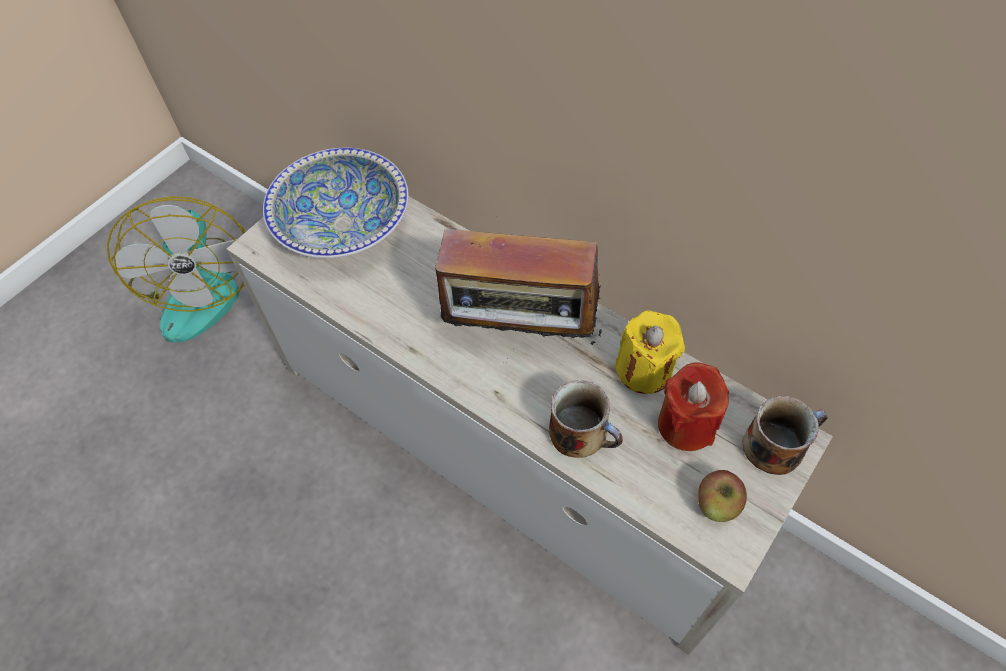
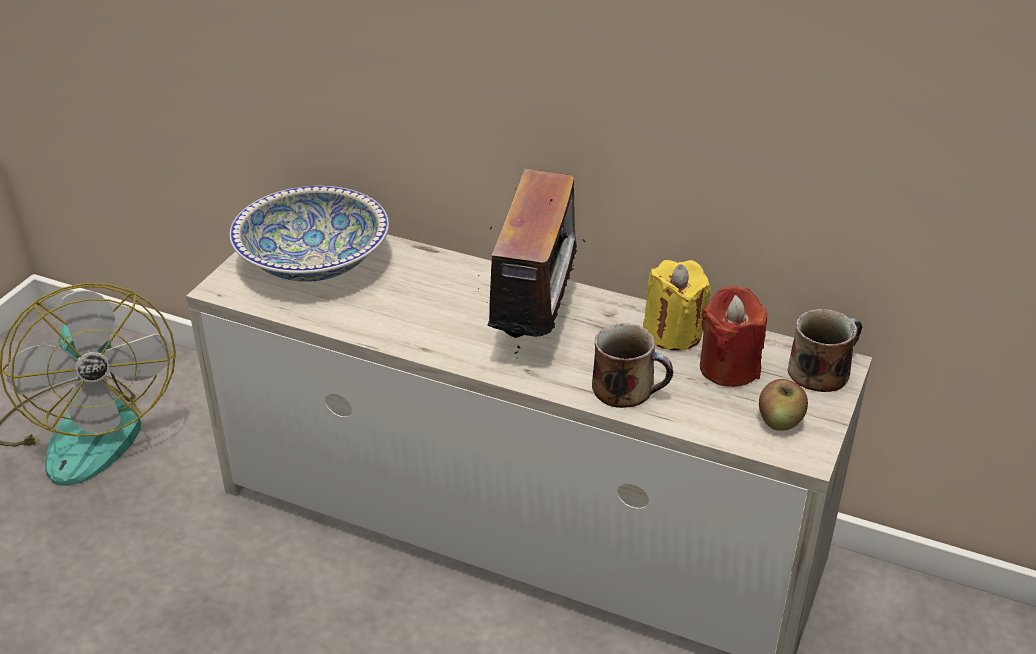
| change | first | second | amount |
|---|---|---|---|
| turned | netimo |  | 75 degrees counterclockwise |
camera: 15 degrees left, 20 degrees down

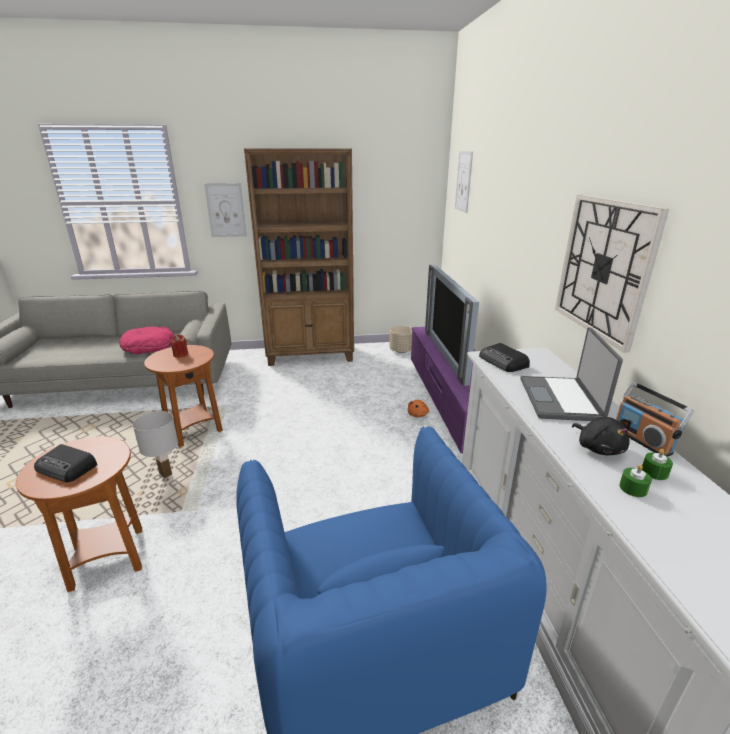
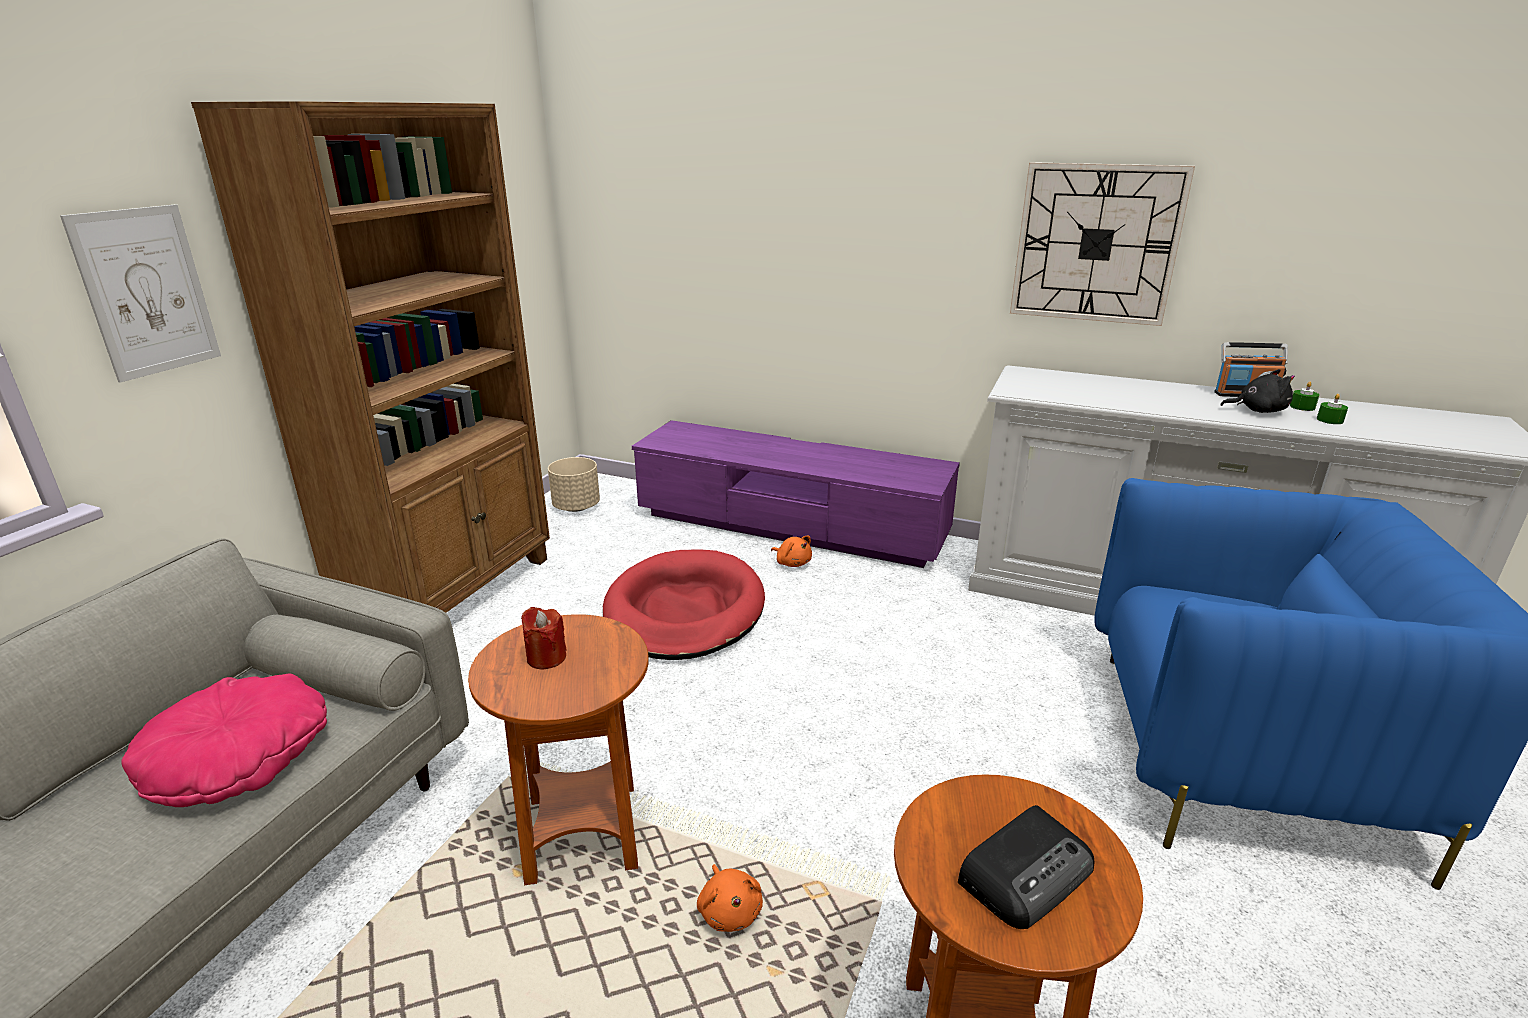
| change | first | second | amount |
|---|---|---|---|
| removed | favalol (2nd from left) |  |  |
| removed | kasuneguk |  |  |
| removed | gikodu |  |  |
| removed | netimo (2nd from left) |  |  |
| replaced | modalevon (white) | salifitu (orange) (1st from left) |  |
| added |  | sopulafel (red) |  |
camera: 60 degrees left, 0 degrees up

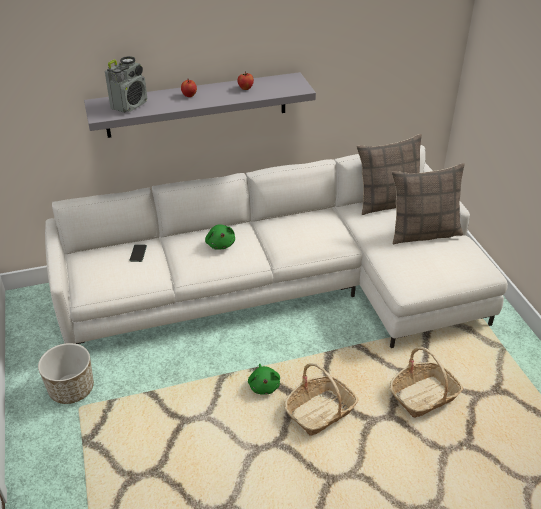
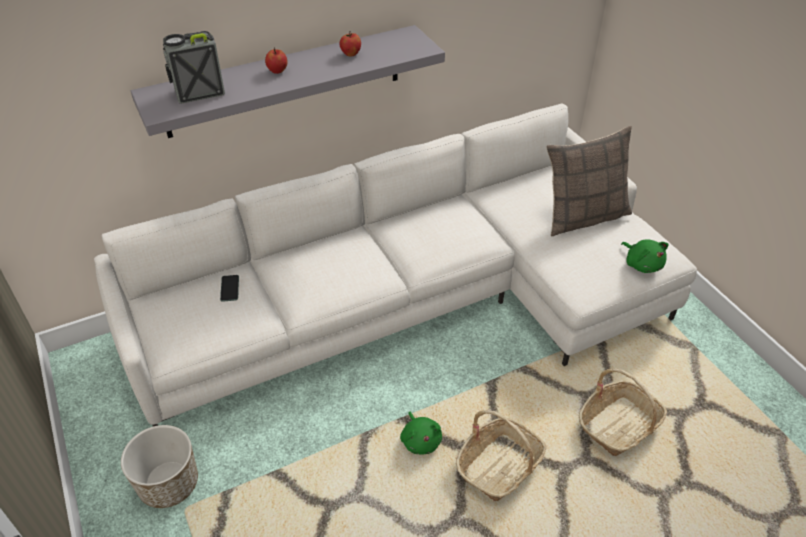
| change | first | second | amount |
|---|---|---|---|
| turned | netimo |  | 135 degrees counterclockwise |
| removed | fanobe (1st from left) |  |  |
| moved | salifitu (green) (1st from left in the first image) | salifitu (green) (2nd from left) |  |
camera: 10 degrees left, 5 degrees up

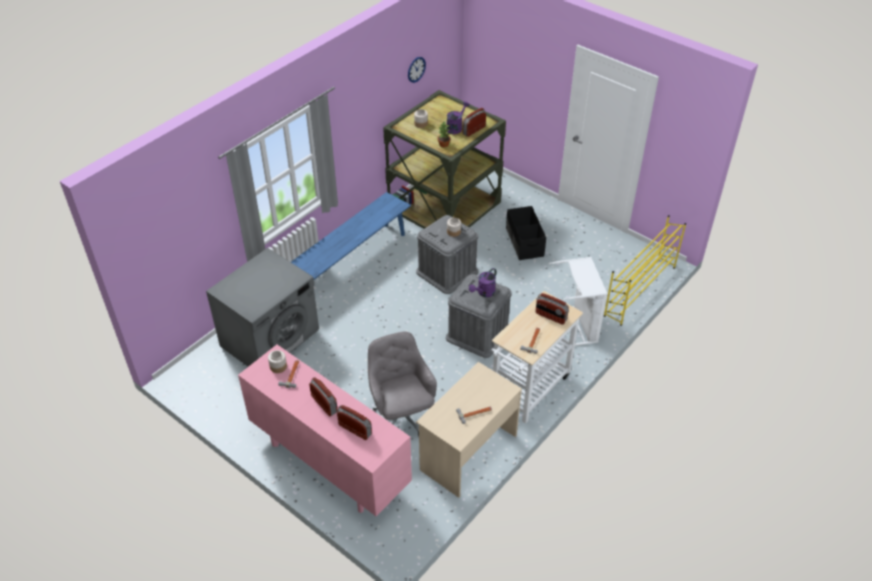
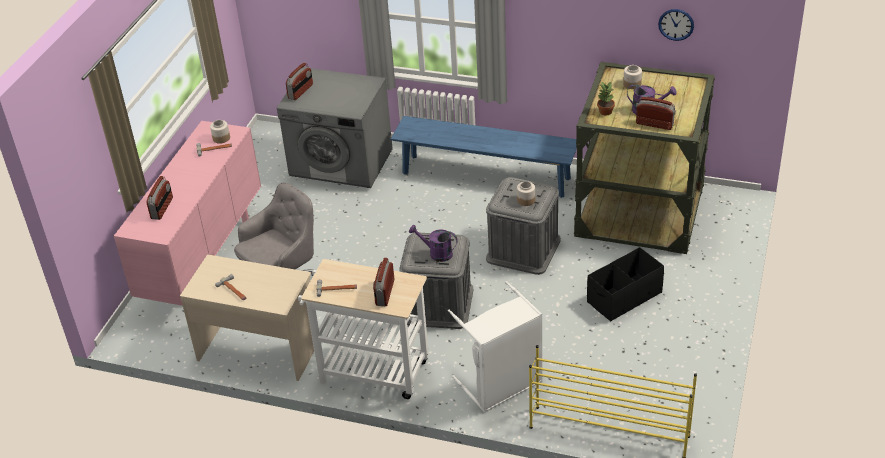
| change | first | second | amount |
|---|---|---|---|
| moved | netimo (1st from left in the first image) | netimo (2nd from left) |  |
camera: 70 degrees right, 5 degrees down

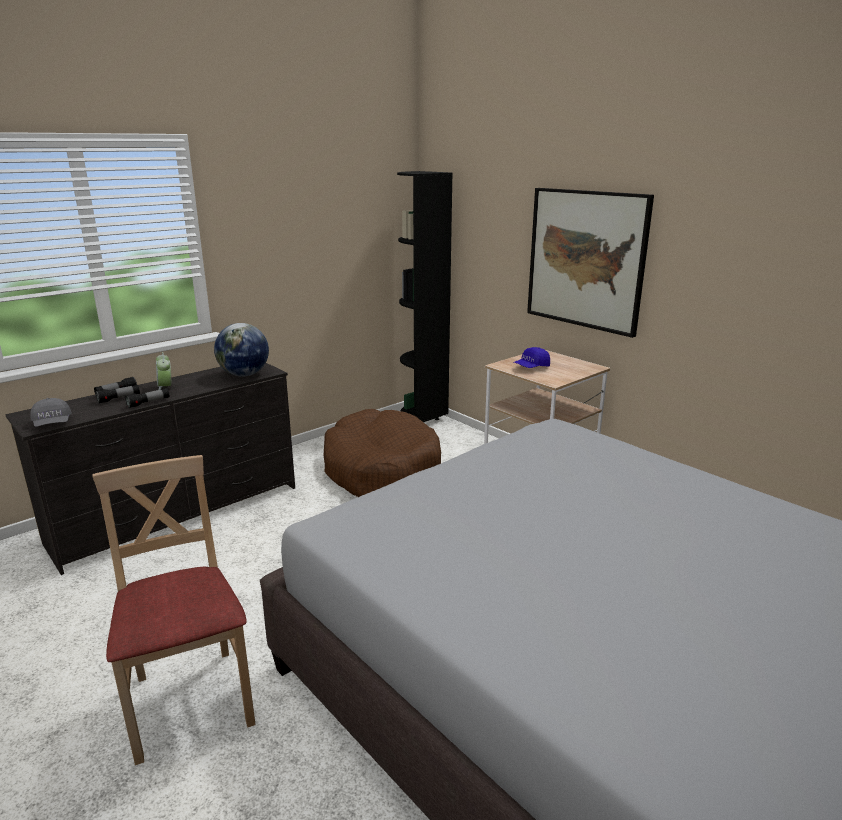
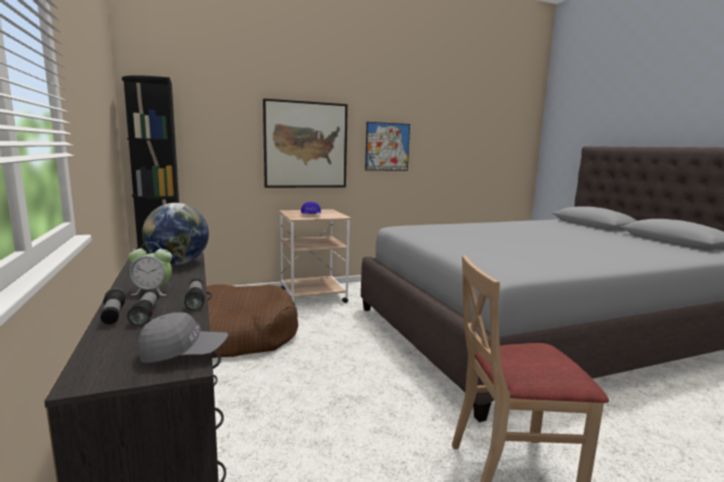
| change | first | second | amount |
|---|---|---|---|
| added |  | favalol (2nd from left) |  |
camera: 70 degrees left, 10 degrees down

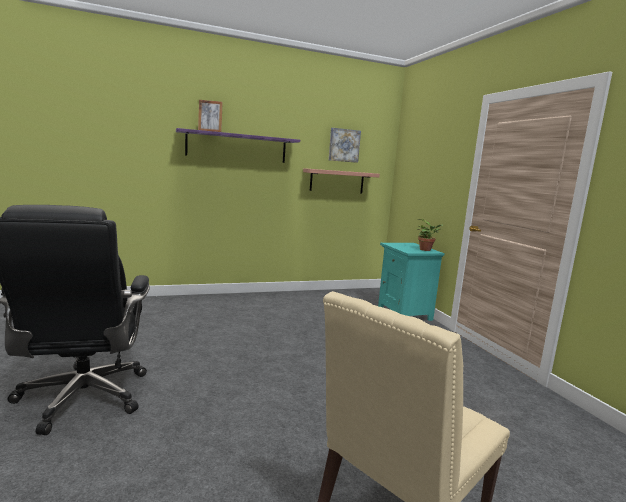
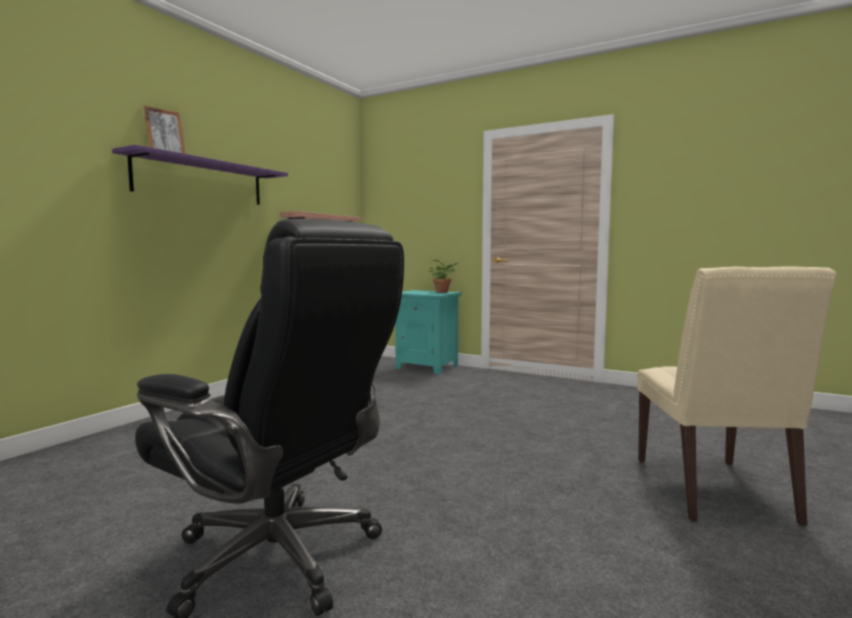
| change | first | second | amount |
|---|---|---|---|
| removed | favalol |  |  |
camera: 40 degrees left, 5 degrees down

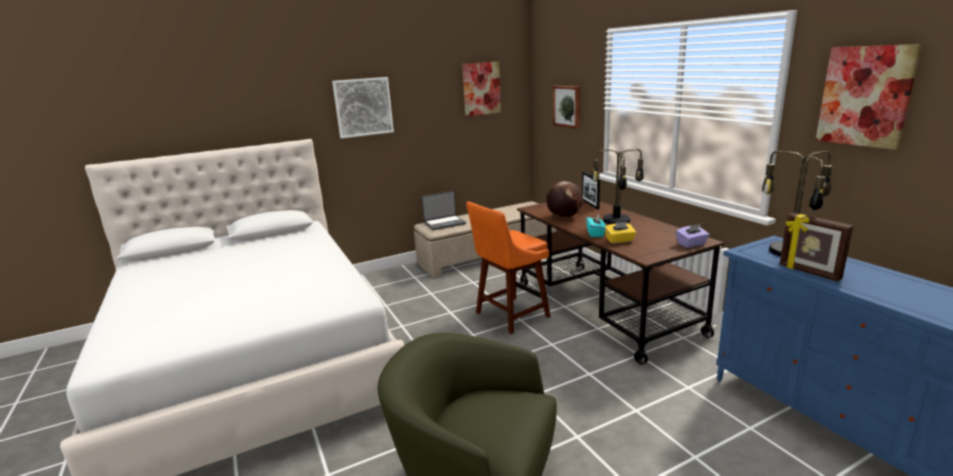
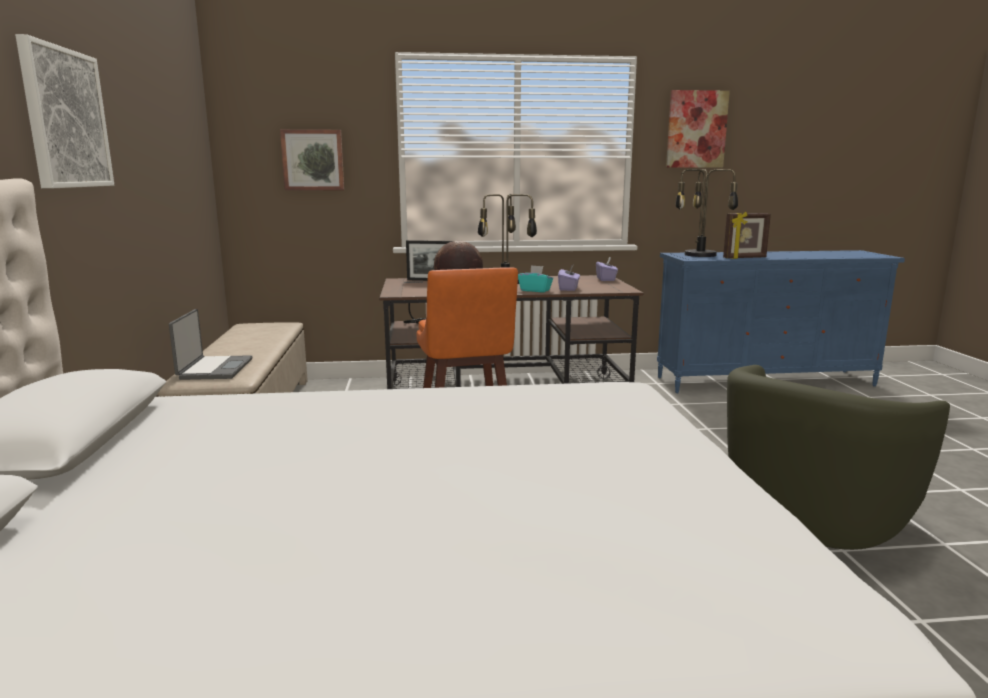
| change | first | second | amount |
|---|---|---|---|
| removed | favalol (2nd from left) |  |  |
| recoloured | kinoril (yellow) | kinoril (purple) (1st from left) |  |
camera: 70 degrees left, 5 degrees down

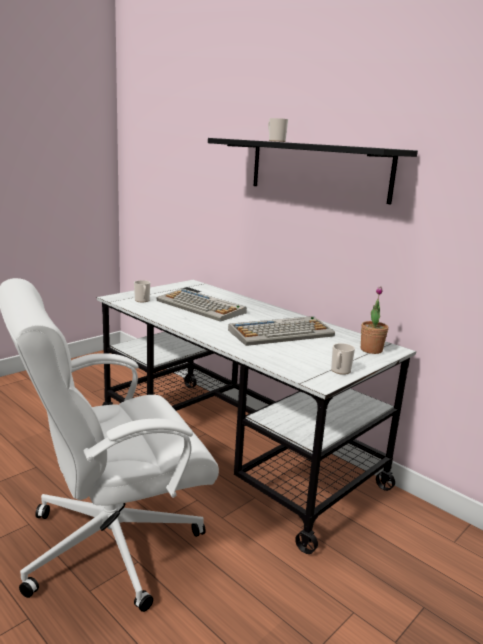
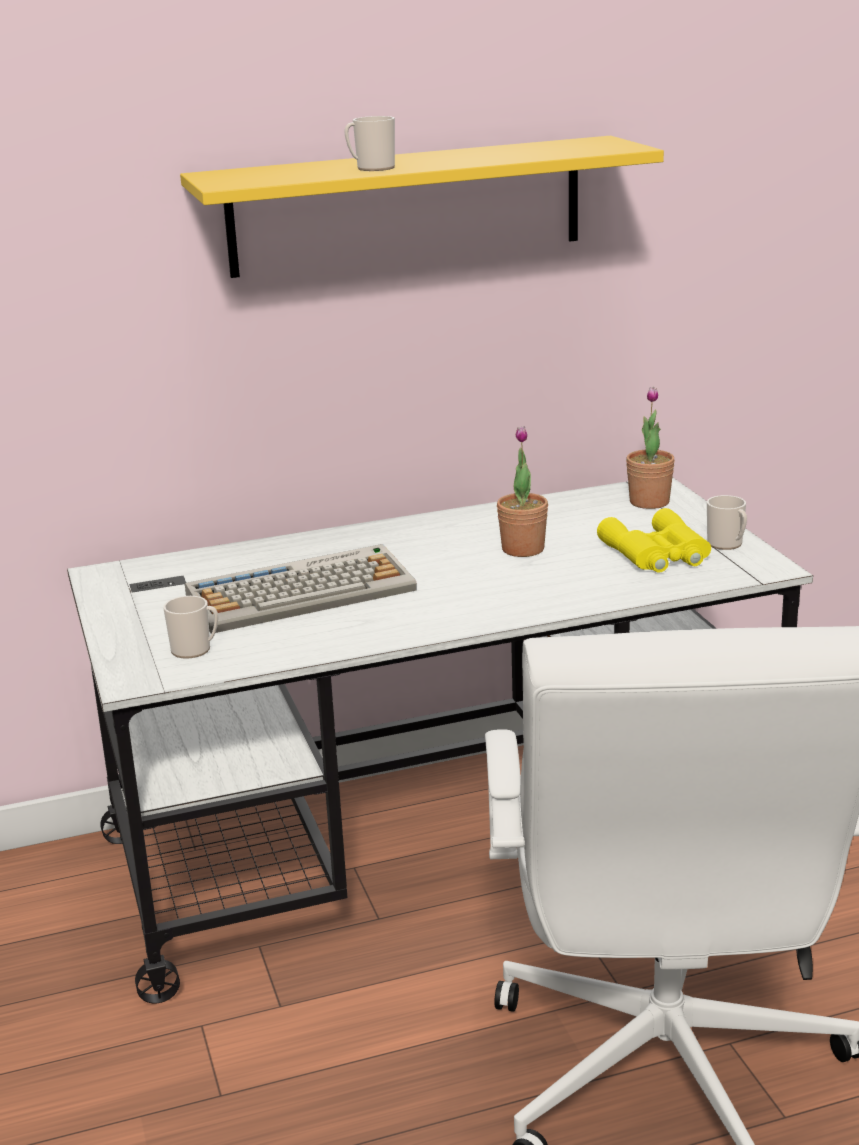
| change | first | second | amount |
|---|---|---|---|
| recoloured | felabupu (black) | felabupu (yellow) |  |
| replaced | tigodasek (2nd from left) | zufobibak (1st from left) |  |
| added |  | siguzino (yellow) |  |
camera: 60 degrees left, 5 degrees up

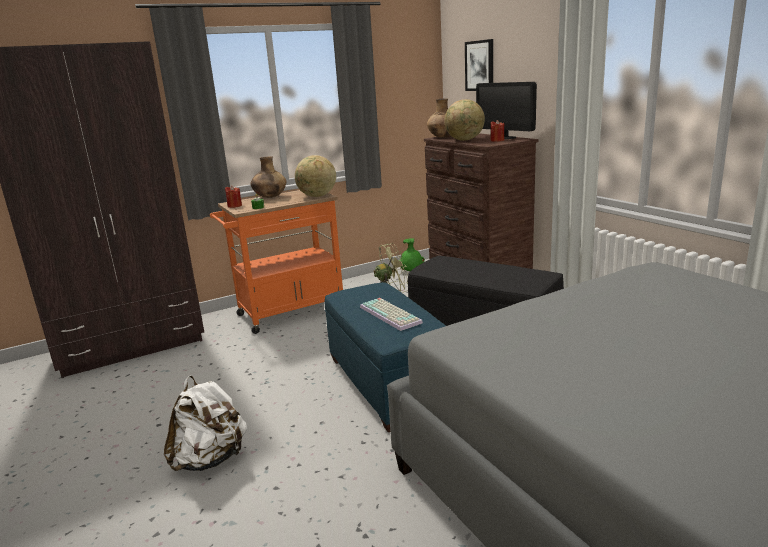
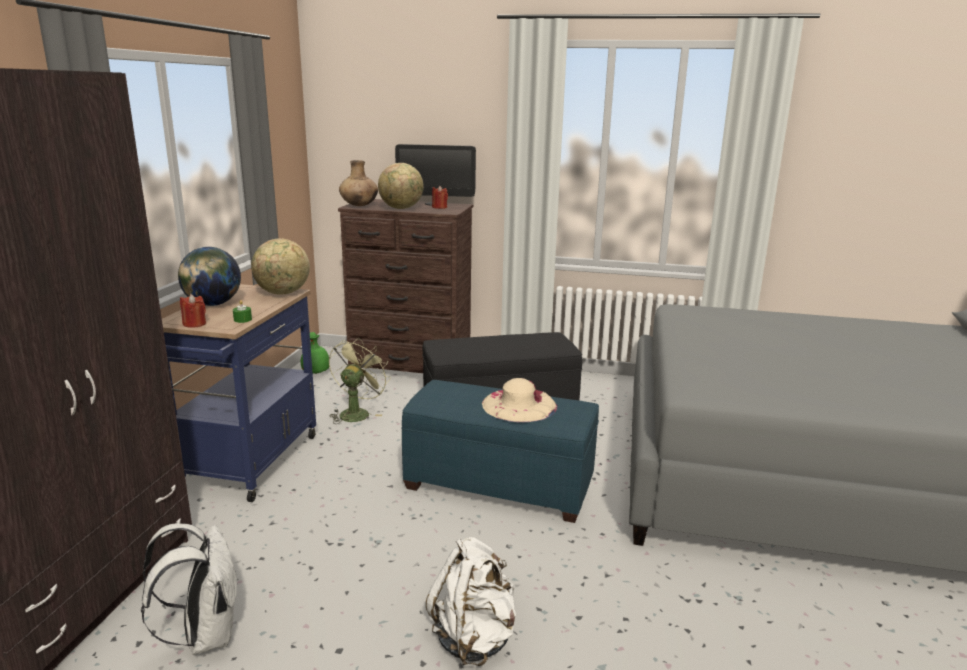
| change | first | second | amount |
|---|---|---|---|
| removed | favalol |  |  |
| replaced | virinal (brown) (1st from left) | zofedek (1st from left) |  |
| recoloured | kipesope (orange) | kipesope (blue) |  |
| replaced | tigodasek | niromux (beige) |  |
| added |  | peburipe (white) (1st from left) |  |
camera: 50 degrees left, 0 degrees up

